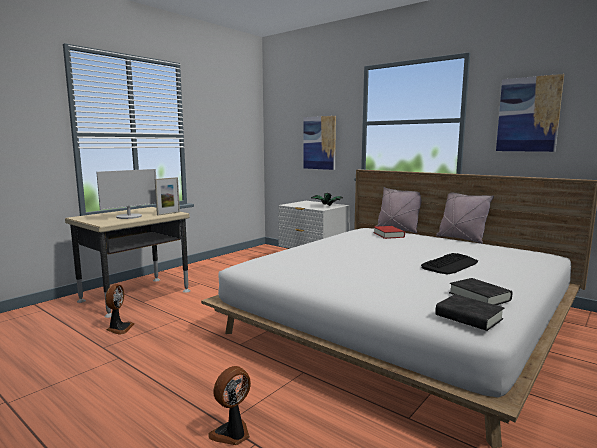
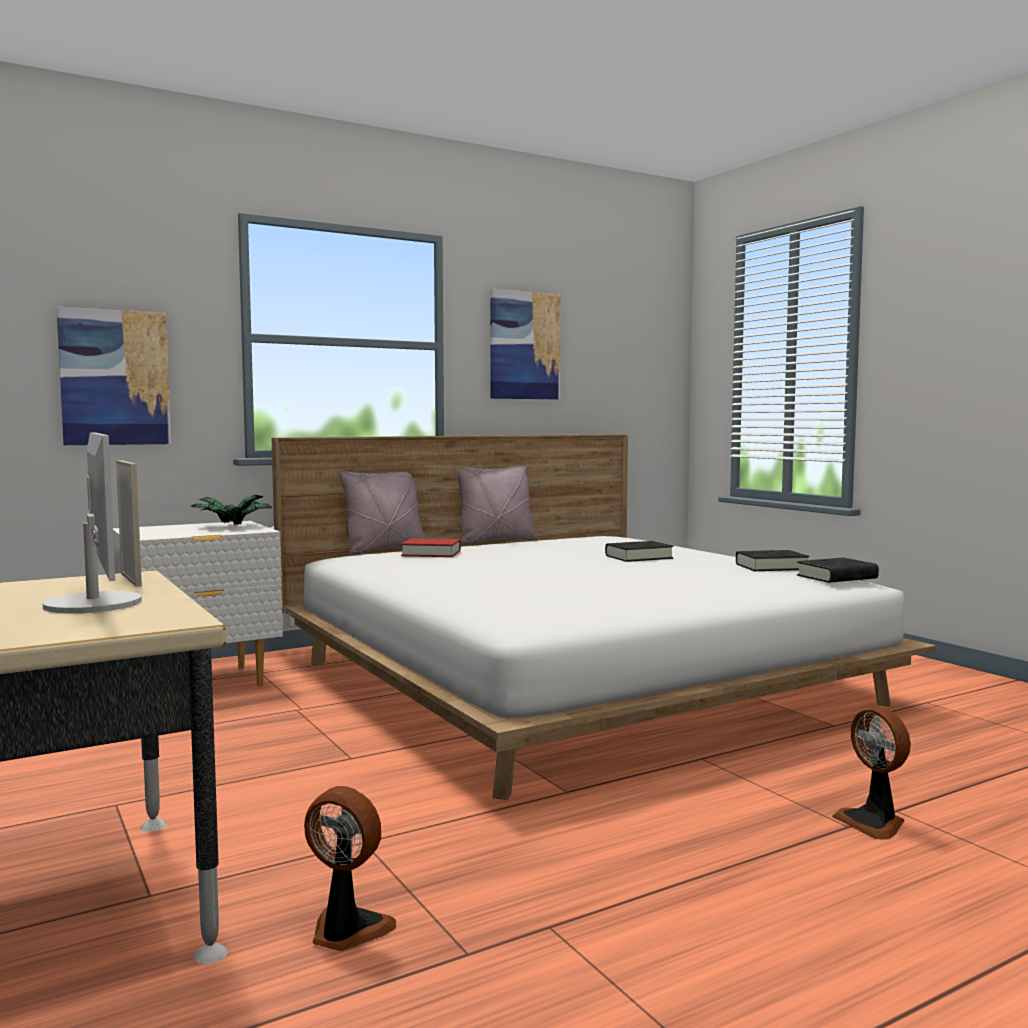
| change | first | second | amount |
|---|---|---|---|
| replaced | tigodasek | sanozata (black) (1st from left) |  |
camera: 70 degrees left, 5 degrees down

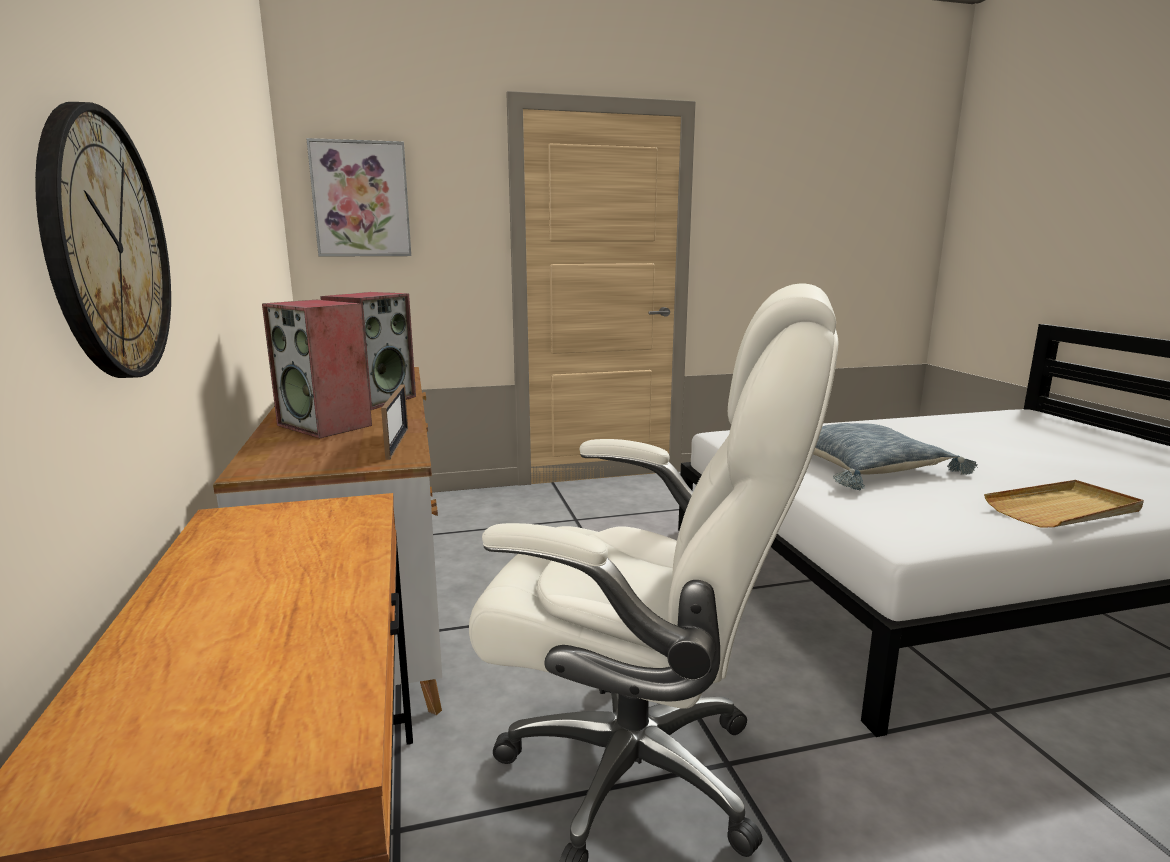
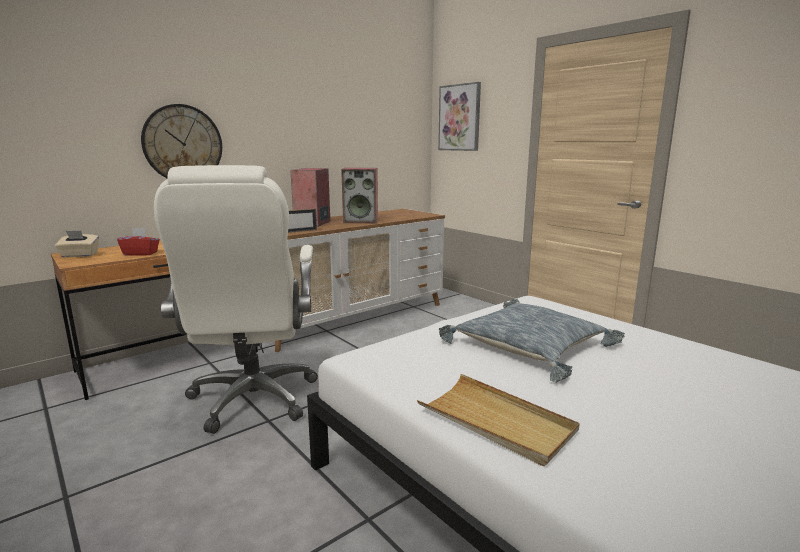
| change | first | second | amount |
|---|---|---|---|
| added |  | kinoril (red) |  |
| added |  | kinoril (beige) |  |
camera: 65 degrees right, 0 degrees up

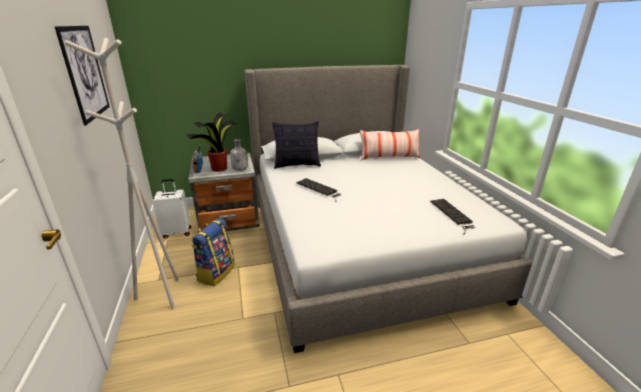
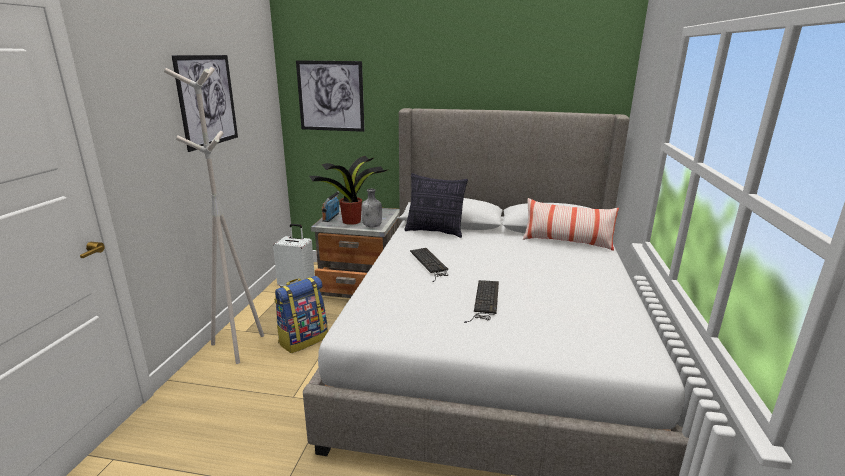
| change | first | second | amount |
|---|---|---|---|
| moved | tigodasek (2nd from left) |  |  |
| added |  | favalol (2nd from left) |  |
camera: 25 degrees right, 5 degrees down

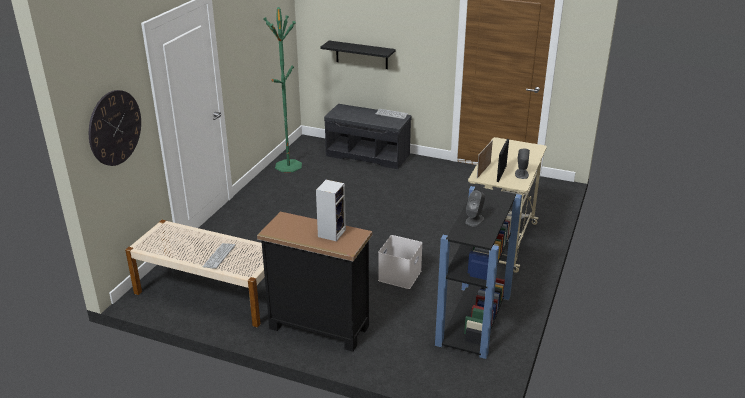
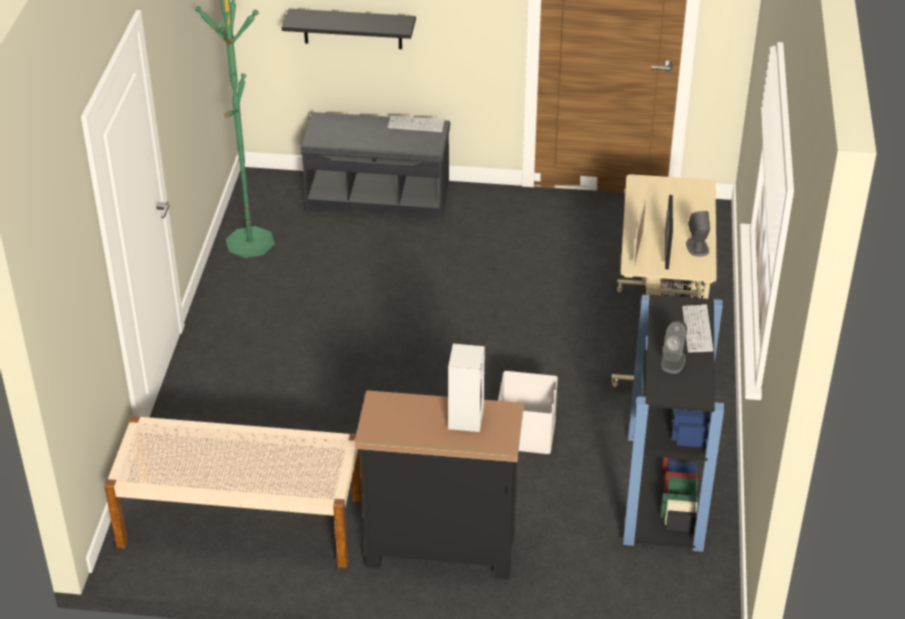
| change | first | second | amount |
|---|---|---|---|
| removed | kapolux |  |  |
| moved | tigodasek (1st from left in the first image) | tigodasek (2nd from left) |  |
camera: 15 degrees left, 10 degrees up

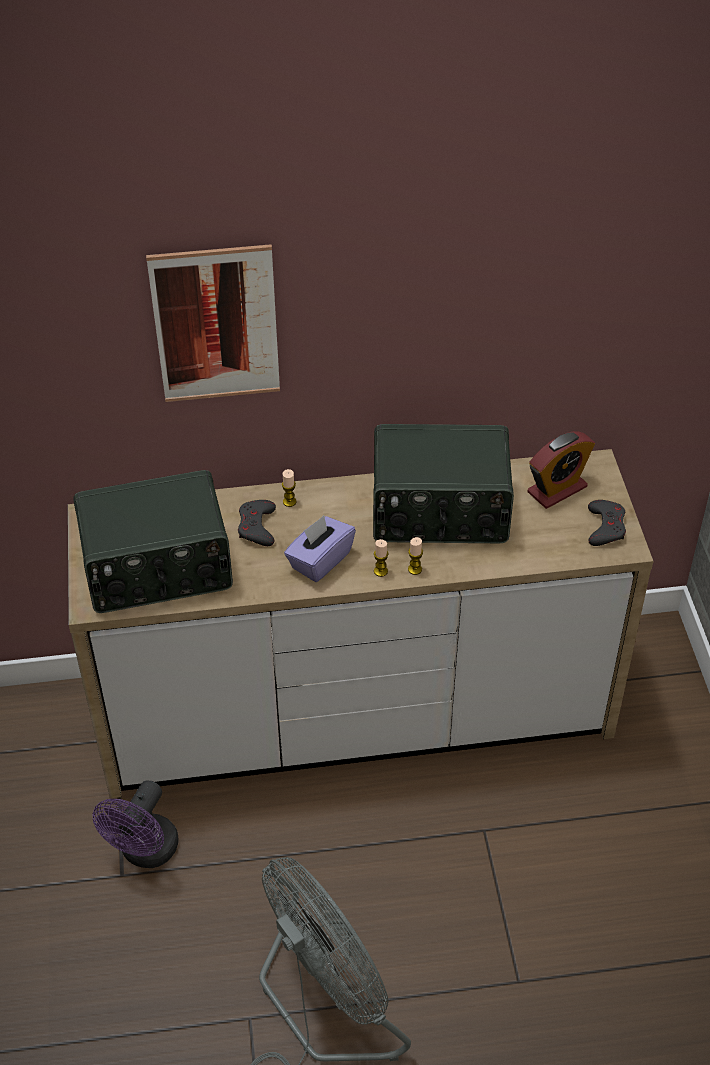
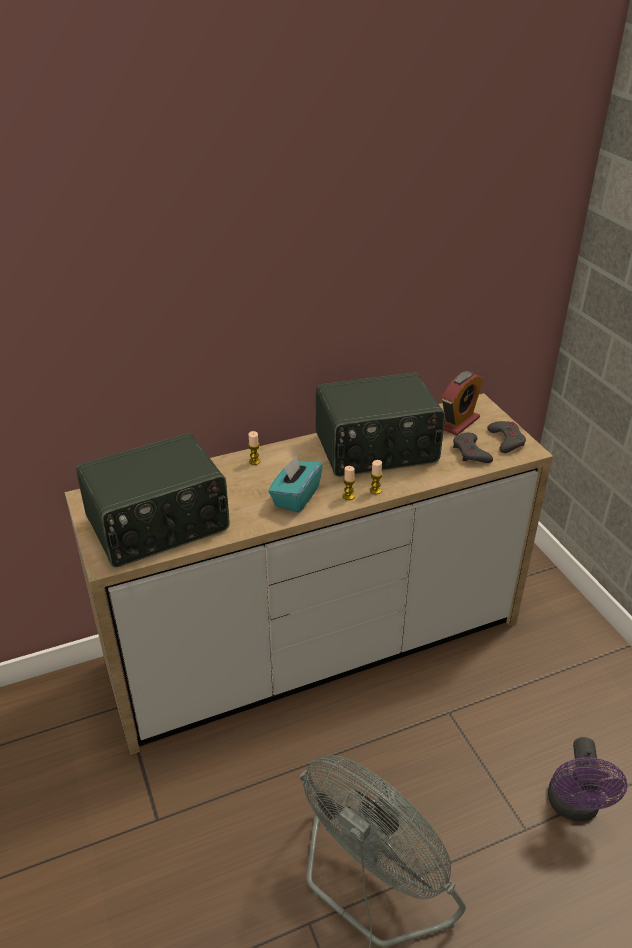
| change | first | second | amount |
|---|---|---|---|
| removed | favalol |  |  |
| moved | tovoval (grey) (1st from left) |  |  |
| recoloured | kinoril (purple) | kinoril (turquoise) |  |
| moved | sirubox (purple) |  |  |
camera: 15 degrees left, 10 degrees down

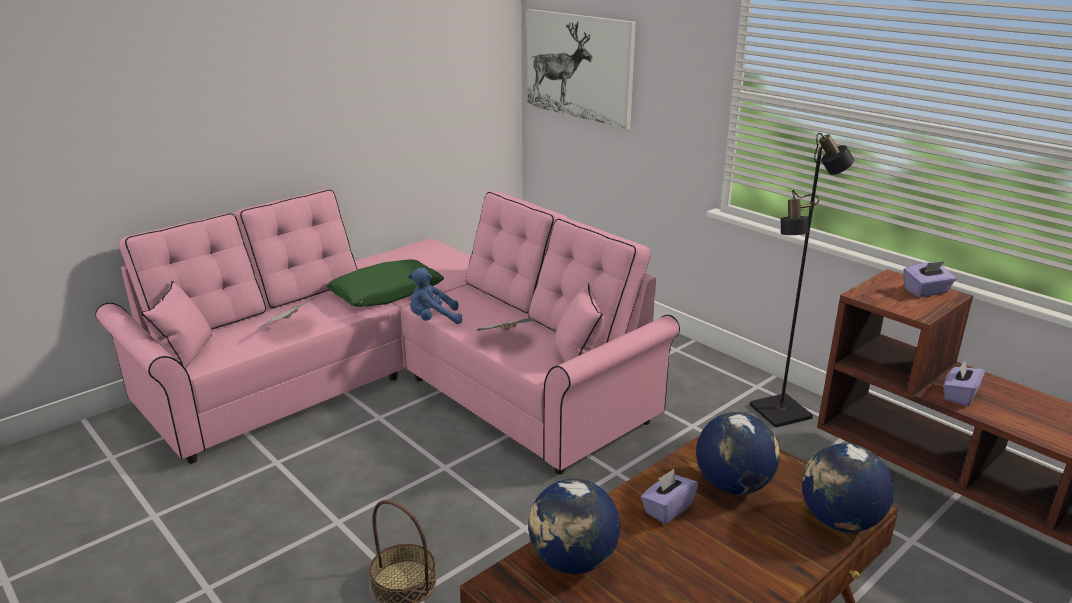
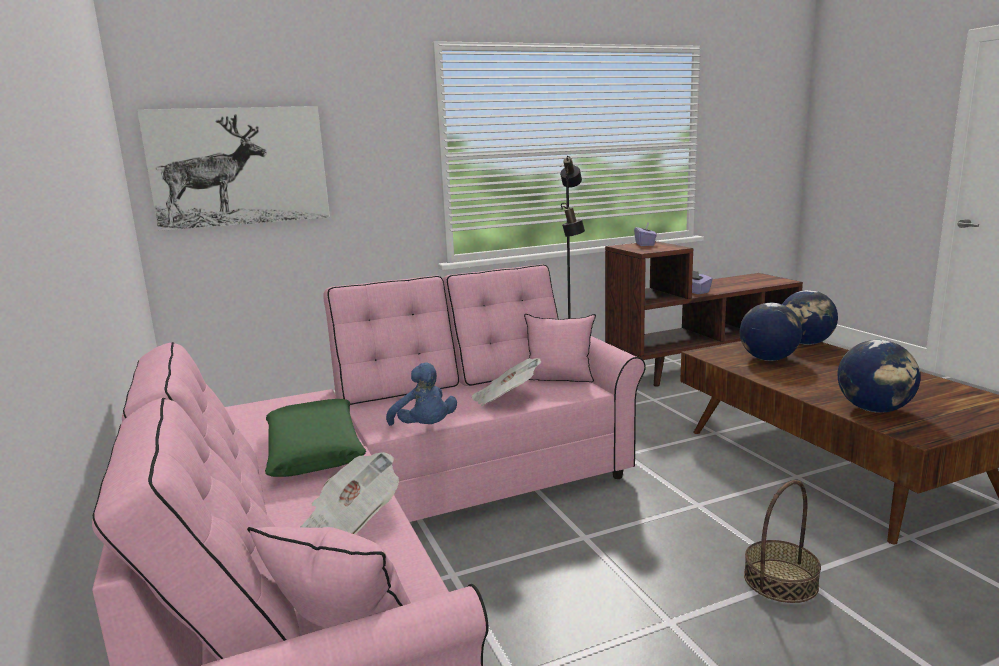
| change | first | second | amount |
|---|---|---|---|
| turned | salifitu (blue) |  | 45 degrees counterclockwise |
| removed | kinoril (purple) (1st from left) |  |  |
camera: 70 degrees left, 10 degrees down

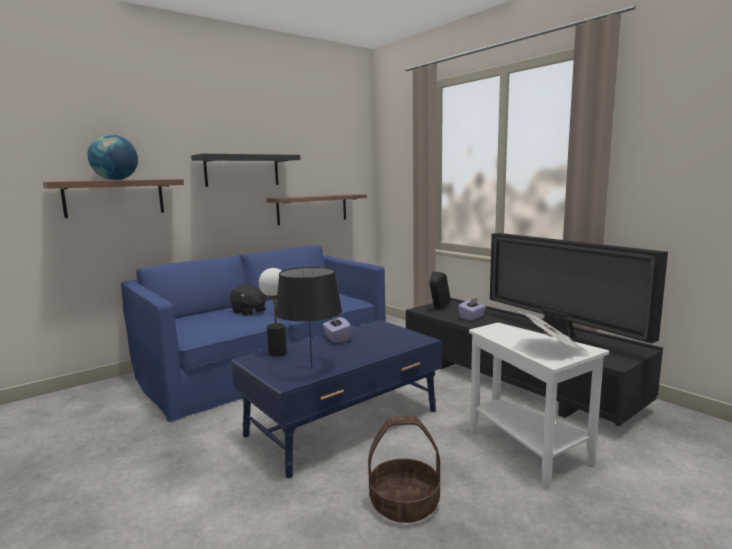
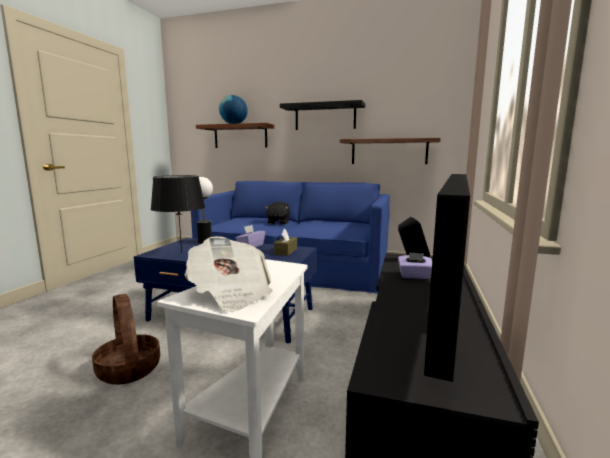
| change | first | second | amount |
|---|---|---|---|
| added |  | kinoril (brown) |  |
camera: 55 degrees right, 0 degrees up

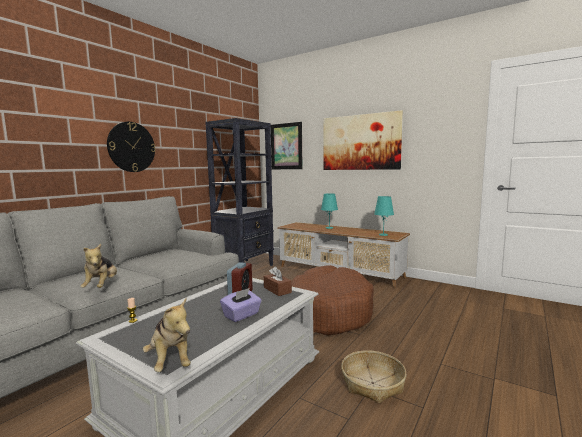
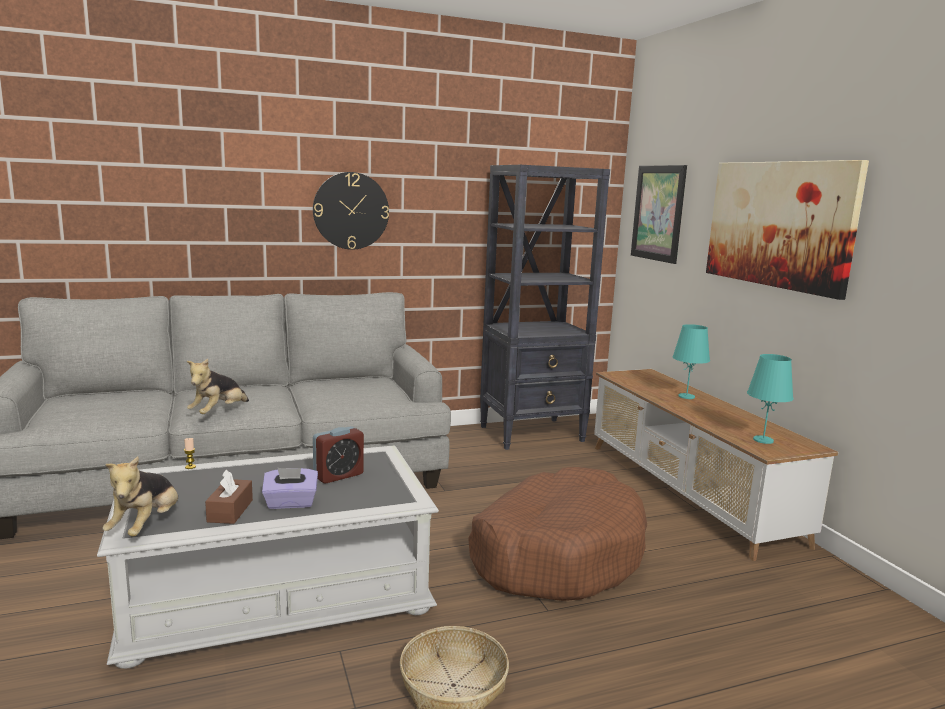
| change | first | second | amount |
|---|---|---|---|
| moved | kinoril (brown) |  |  |
camera: 35 degrees right, 5 degrees up

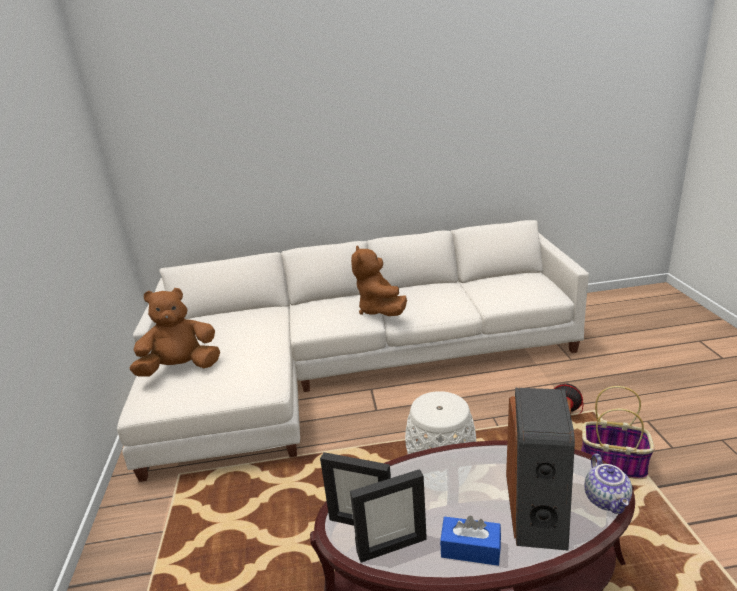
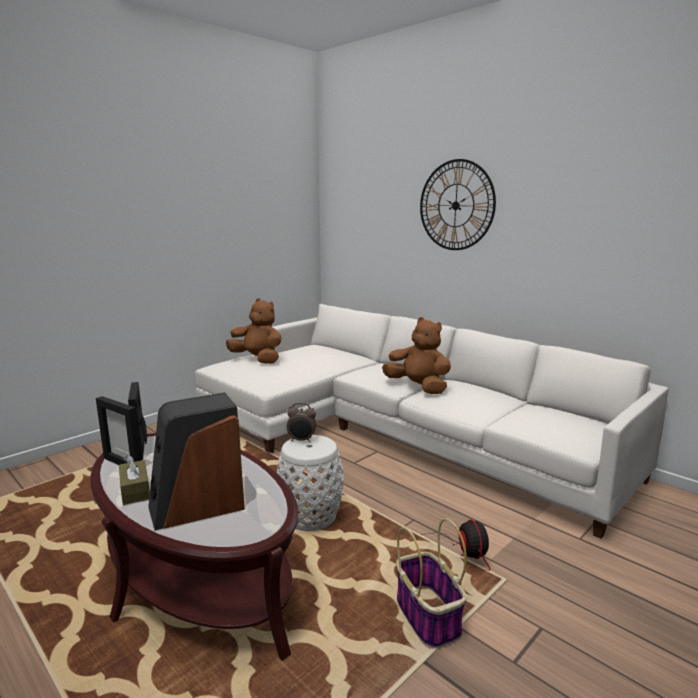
| change | first | second | amount |
|---|---|---|---|
| turned | salifitu (brown) (2nd from left) |  | 90 degrees clockwise |
| removed | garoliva |  |  |
| recoloured | kinoril (blue) | kinoril (brown) |  |
| added |  | kapolux |  |
| added |  | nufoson |  |
camera: 50 degrees right, 10 degrees down

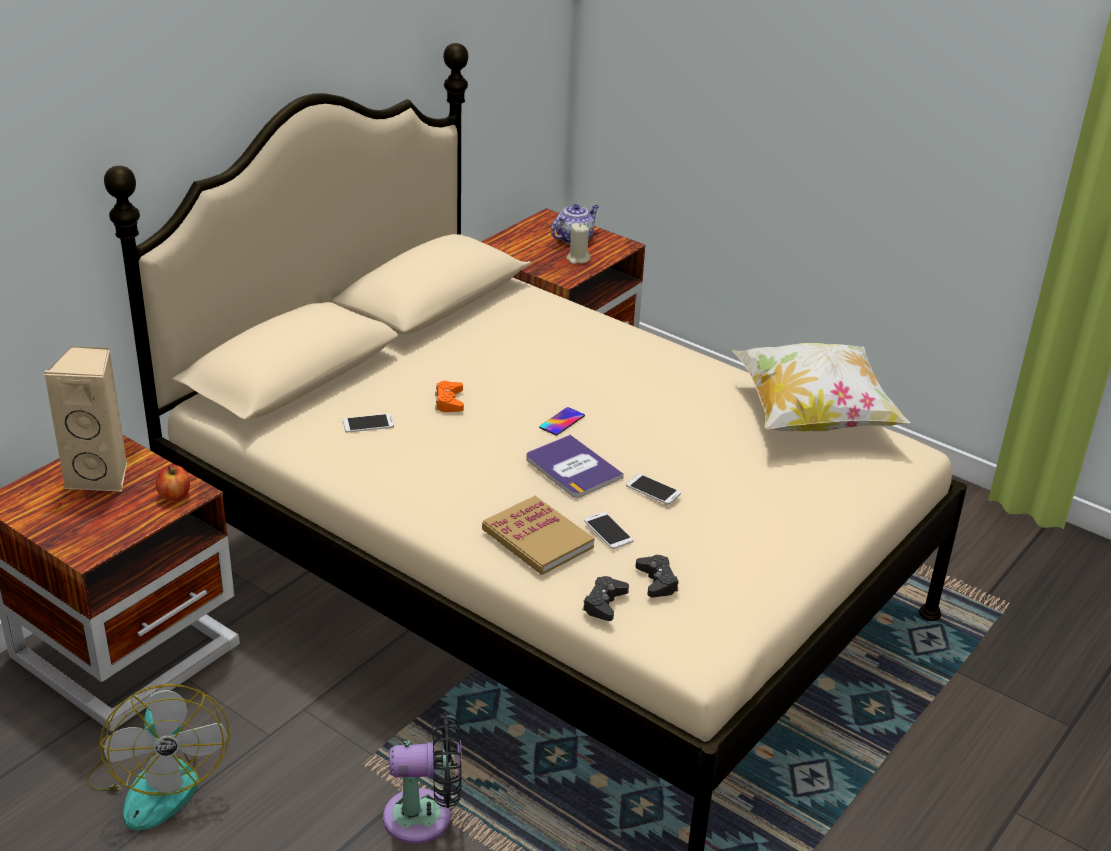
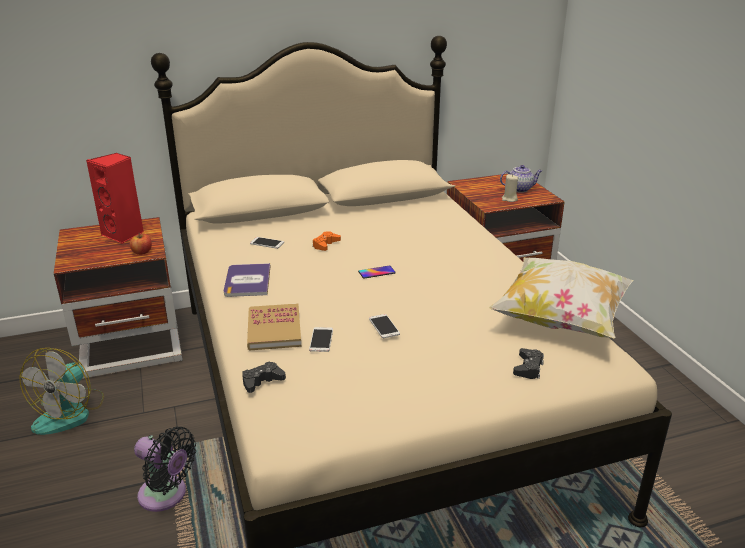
| change | first | second | amount |
|---|---|---|---|
| recoloured | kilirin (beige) | kilirin (red) |  |
| moved | sanozata (2nd from left in the first image) | sanozata (1st from left) |  |
| moved | tovoval (black) (2nd from left) |  |  |
camera: 35 degrees right, 5 degrees down

